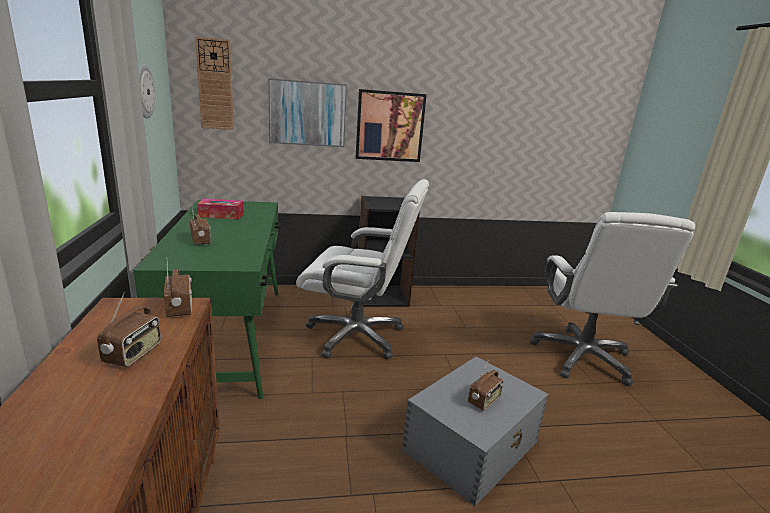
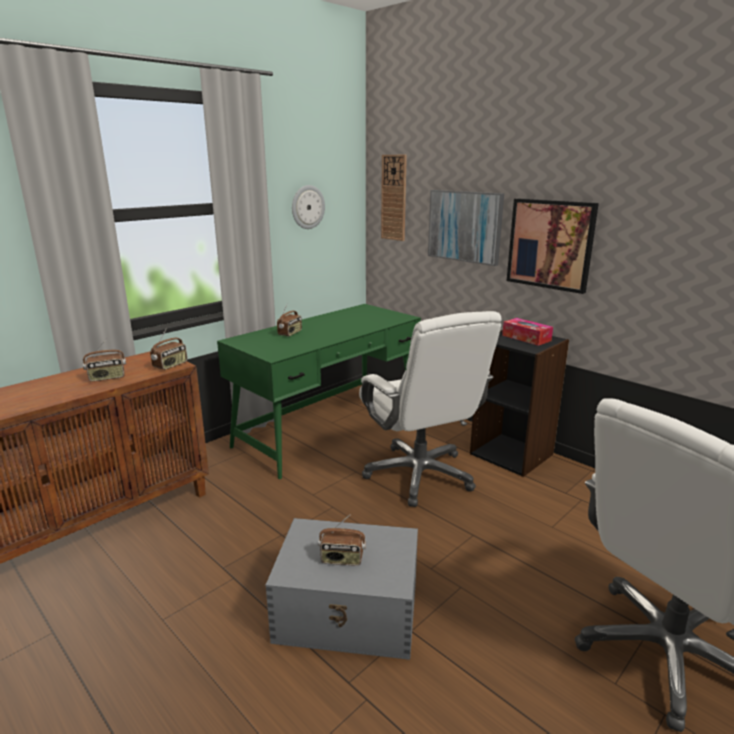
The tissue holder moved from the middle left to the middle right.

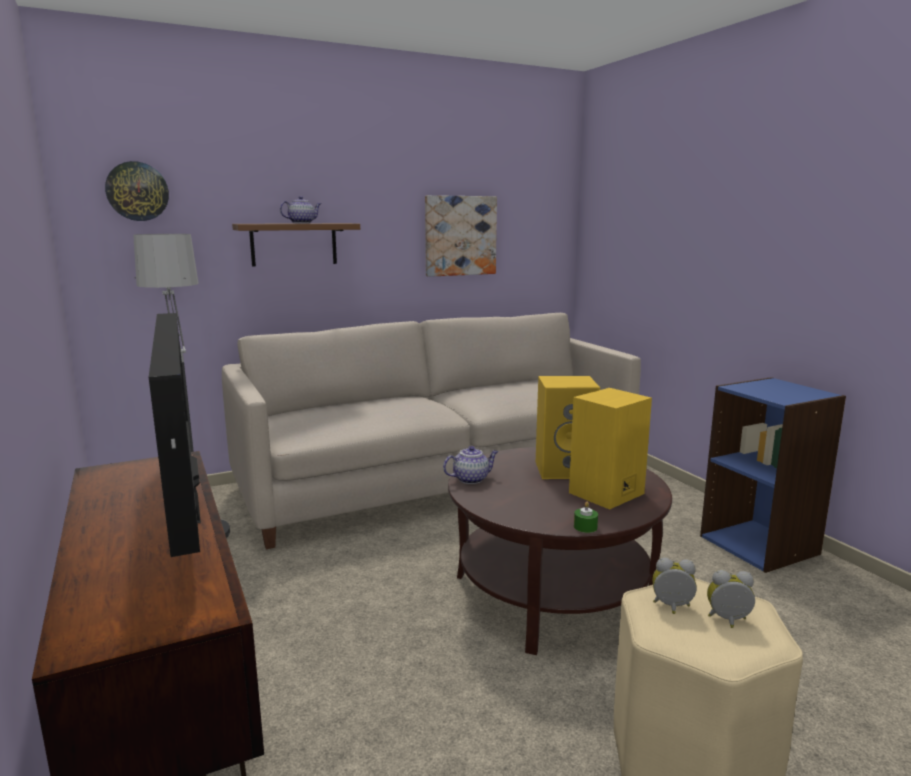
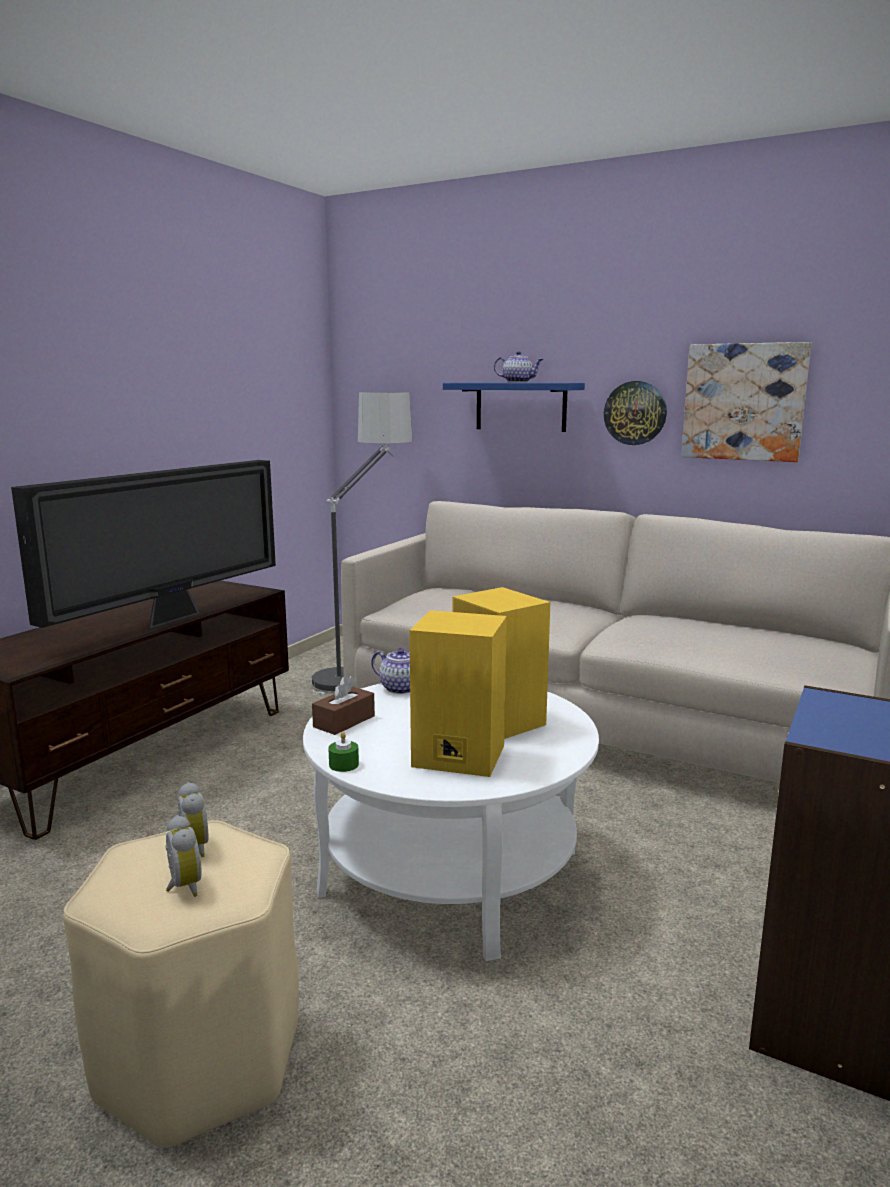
The clock on the wall moved from the top left to the middle right. The brown-coloured wall shelf at the top left became the blue-coloured wall shelf at the centre. The brown-coloured coffee table at the bottom centre became the whitish coffee table at the bottom centre. The brown-coloured tissue holder at the centre appeared.

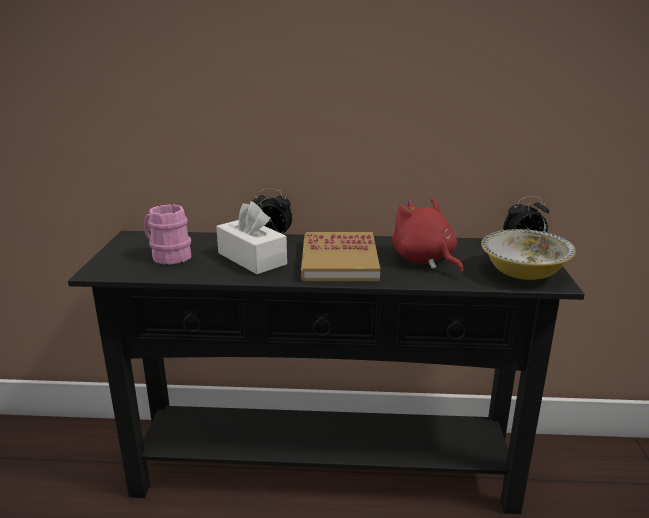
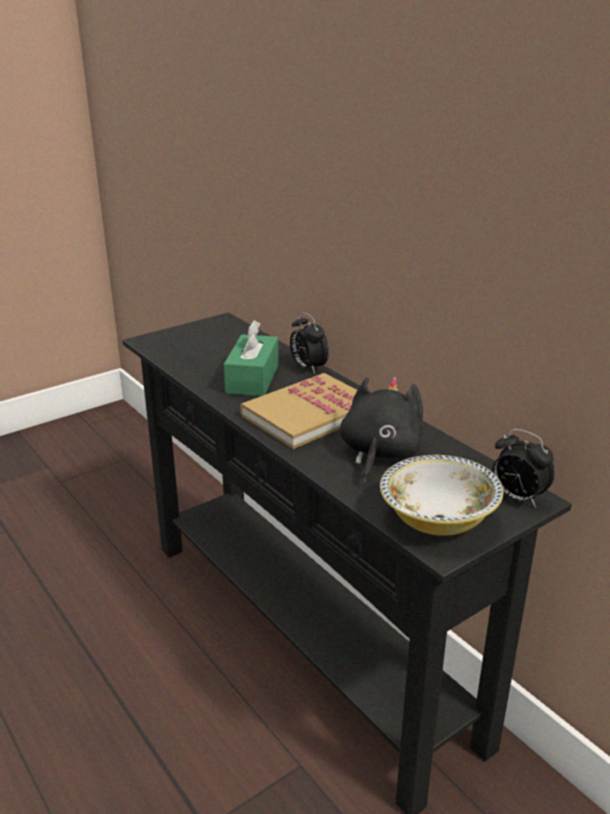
The reddish cuddly toy at the centre became the black cuddly toy at the centre. The whitish tissue holder at the centre became the green-coloured tissue holder at the centre. The pinkish tea mug at the middle left disappeared.

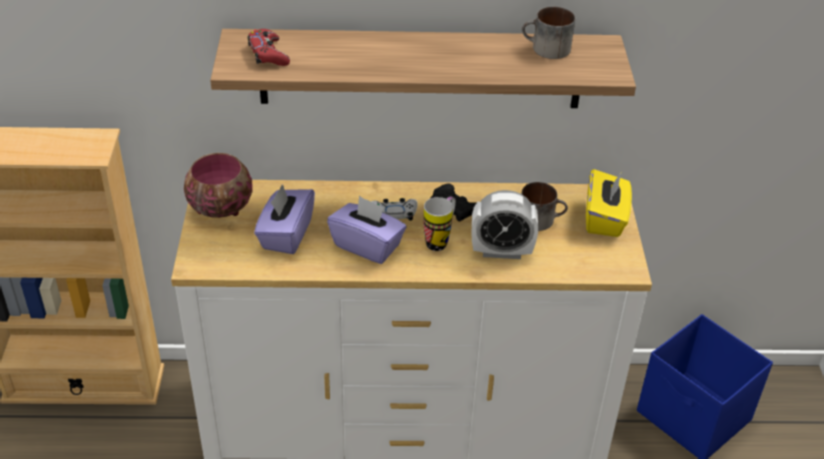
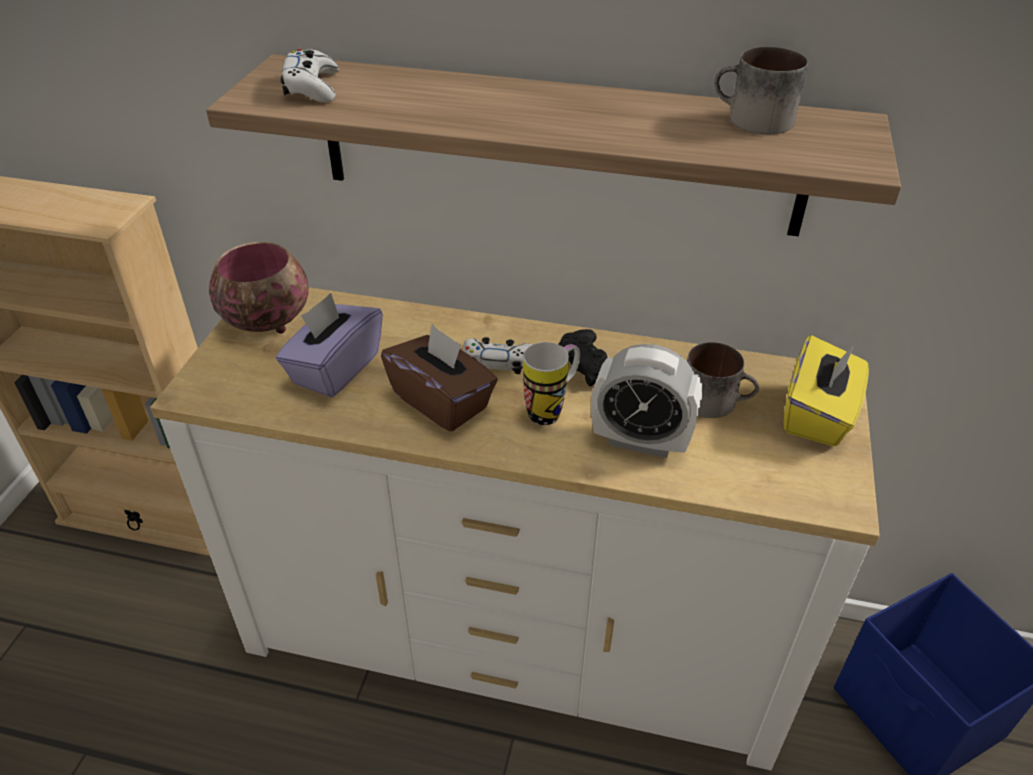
The reddish joypad at the top left became the whitish joypad (1st from left) at the top left. The purple-coloured tissue holder (2nd from left) at the centre became the brown-coloured tissue holder at the centre.

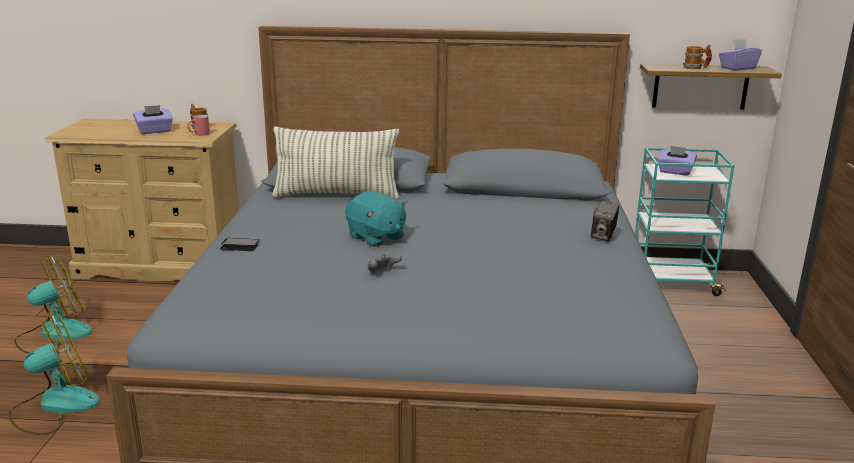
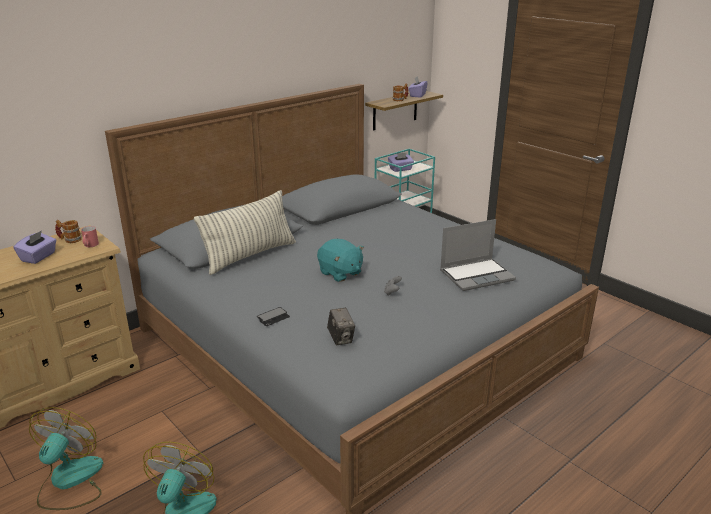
The turquoise cuddly toy at the centre turned 45 degrees clockwise. The still camera moved from the middle right to the centre. The notebook computer at the middle right appeared.

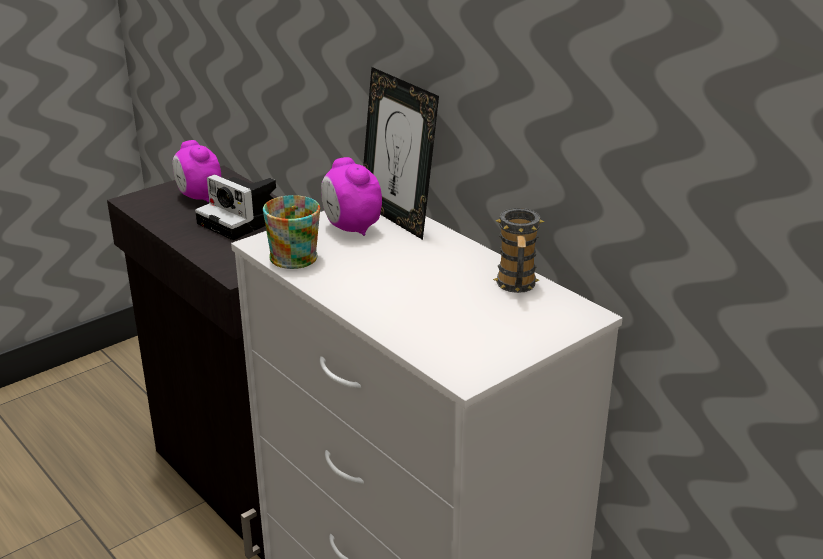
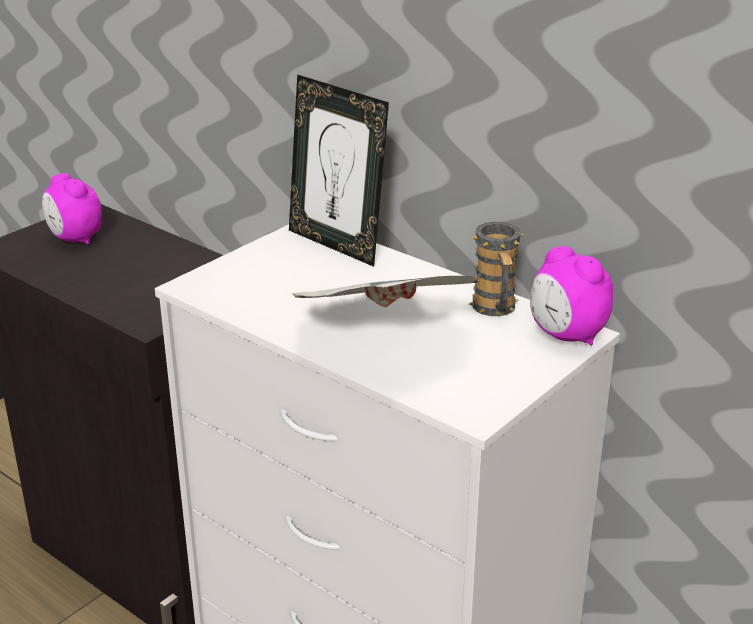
The alarm clock (2nd from left) moved from the centre to the middle right. The still camera at the middle left disappeared. The tea mug (1st from left) at the centre disappeared. The printed paper at the centre appeared.

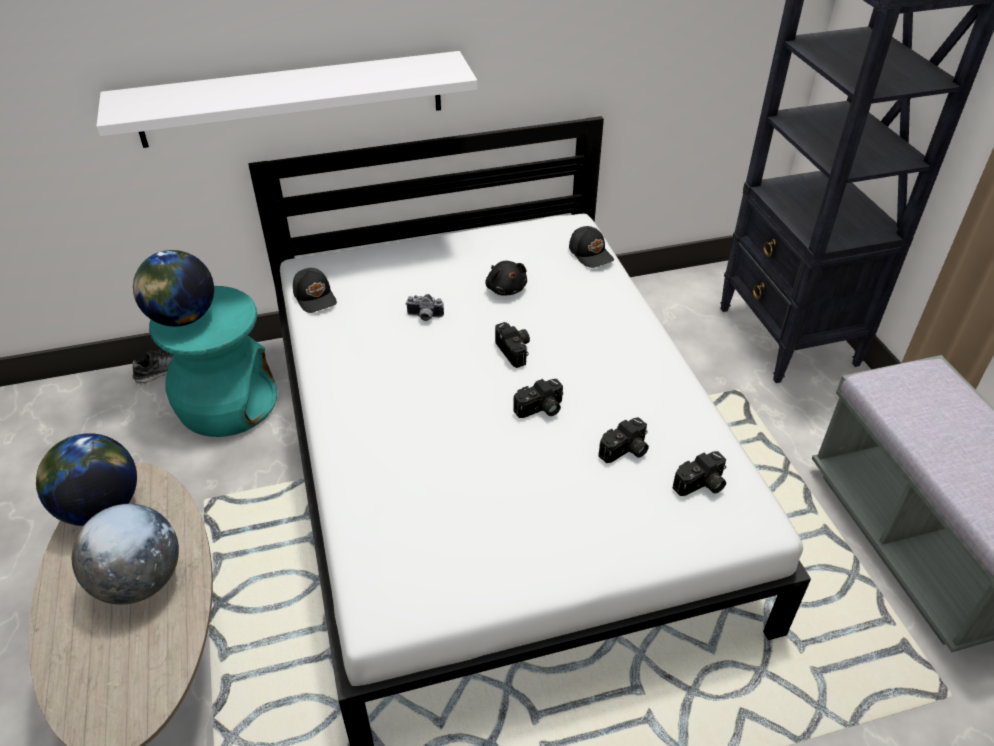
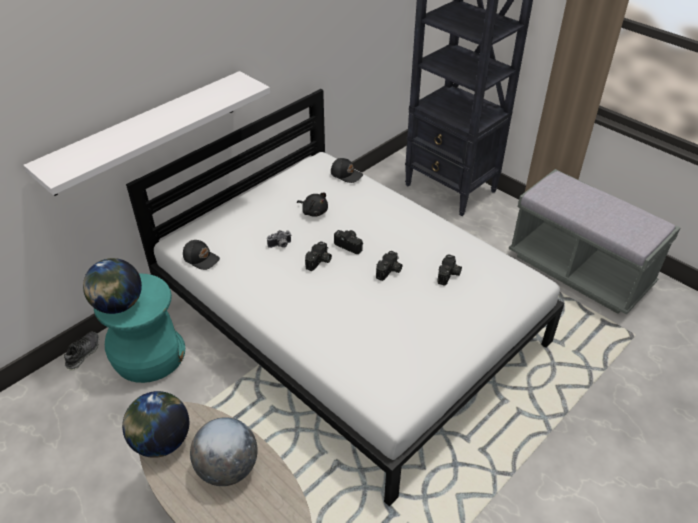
The still camera (5th from left in the first image) moved from the middle right to the centre.

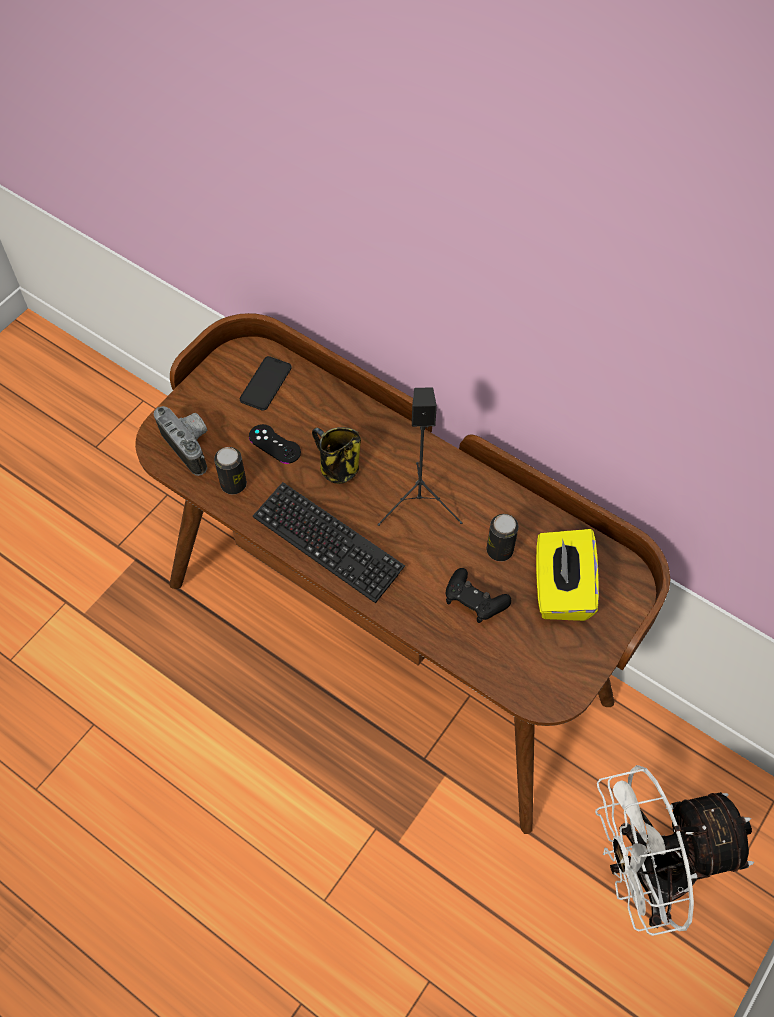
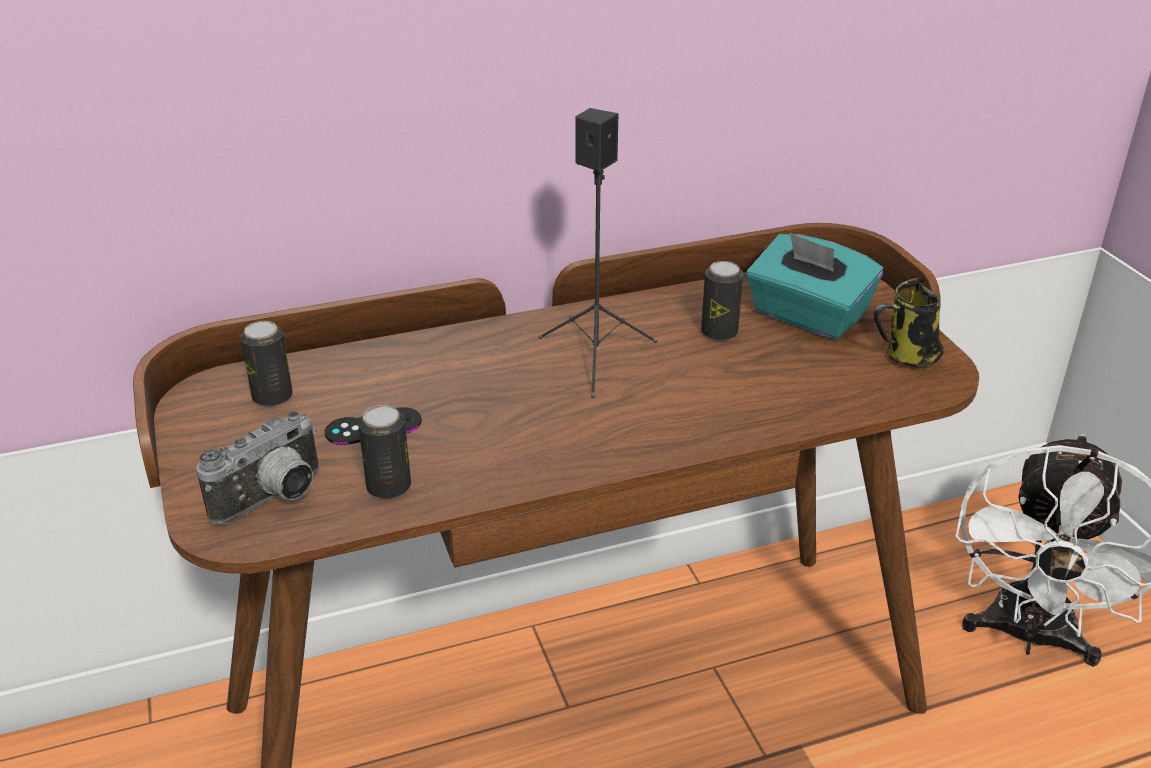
The phone at the centre was replaced by the metal can (1st from left) at the middle left. The still camera at the middle left turned 135 degrees clockwise. The tea mug moved from the centre to the middle right. The computer keyboard at the centre disappeared. The yellow-coloured tissue holder at the middle right became the turquoise tissue holder at the middle right. The black joypad (2nd from left) at the centre disappeared.

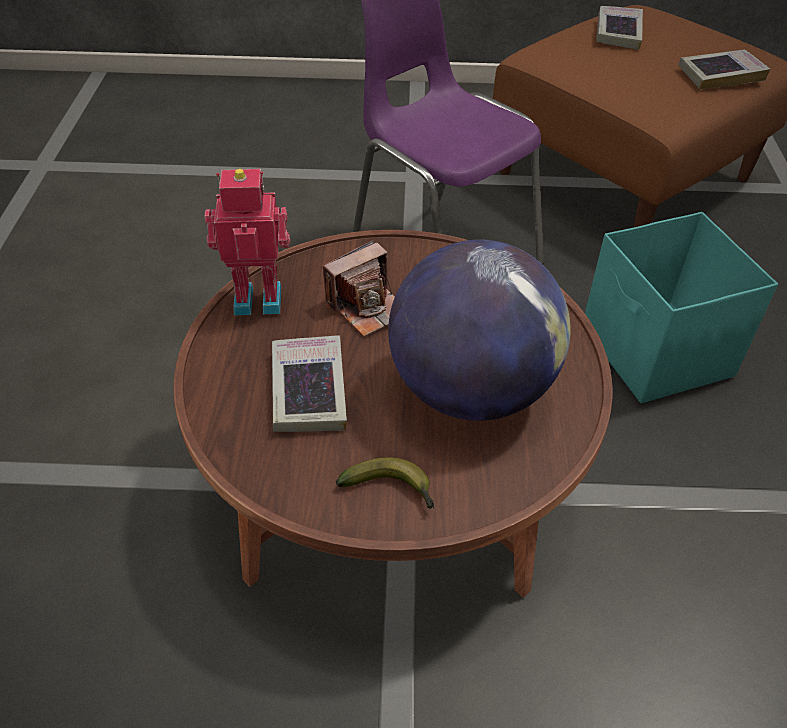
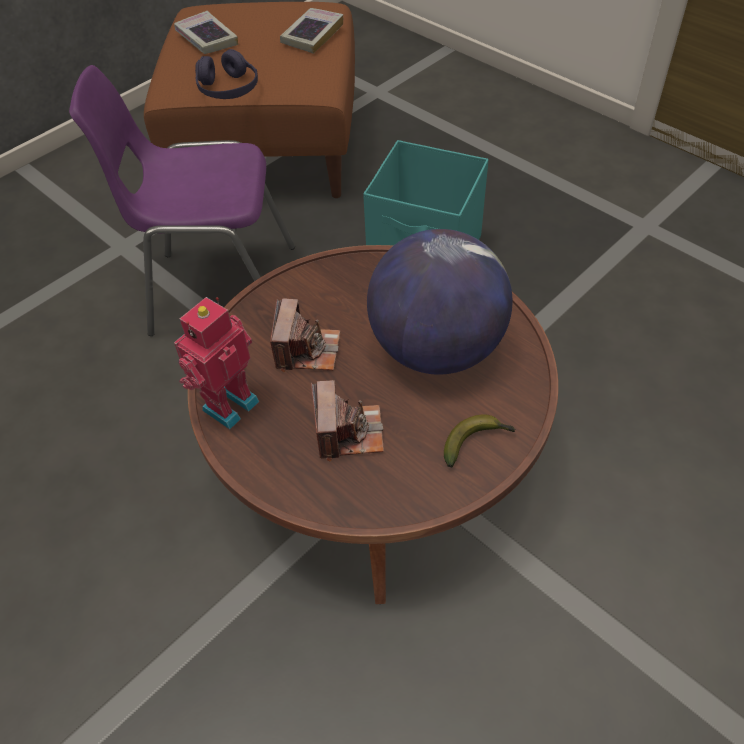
The bound book (1st from left) at the centre was replaced by the still camera (2nd from left) at the centre. The purple-coloured pair of headphones at the top left appeared.

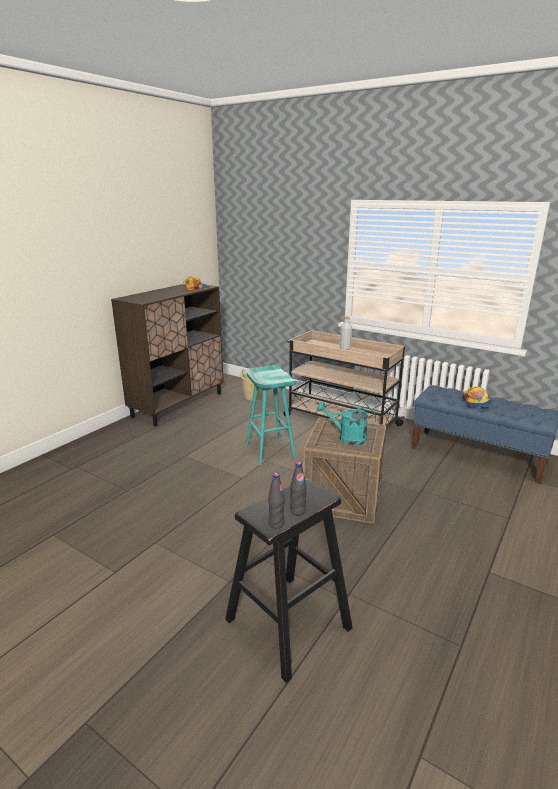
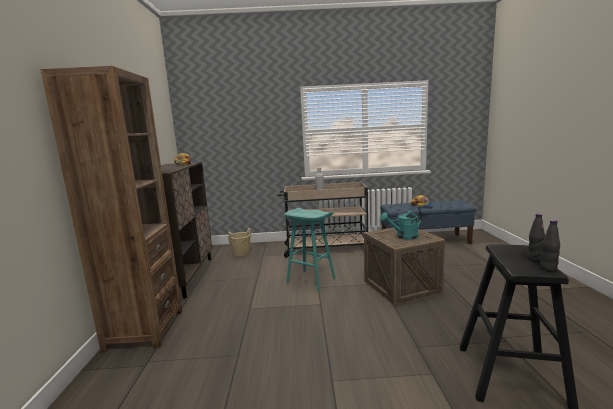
The brown-coloured bookcase at the middle left appeared.

